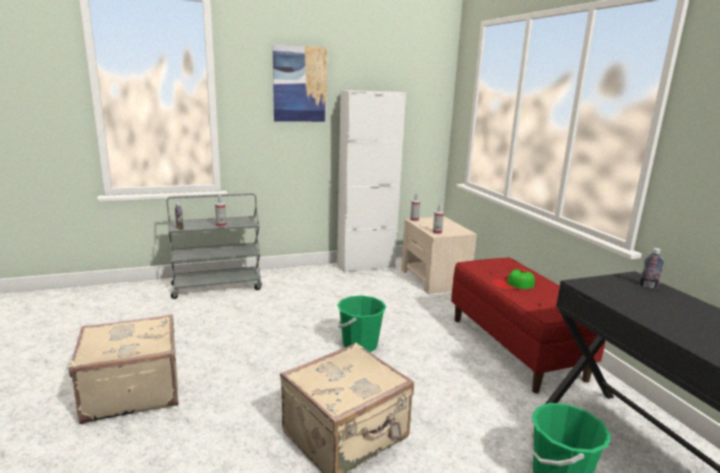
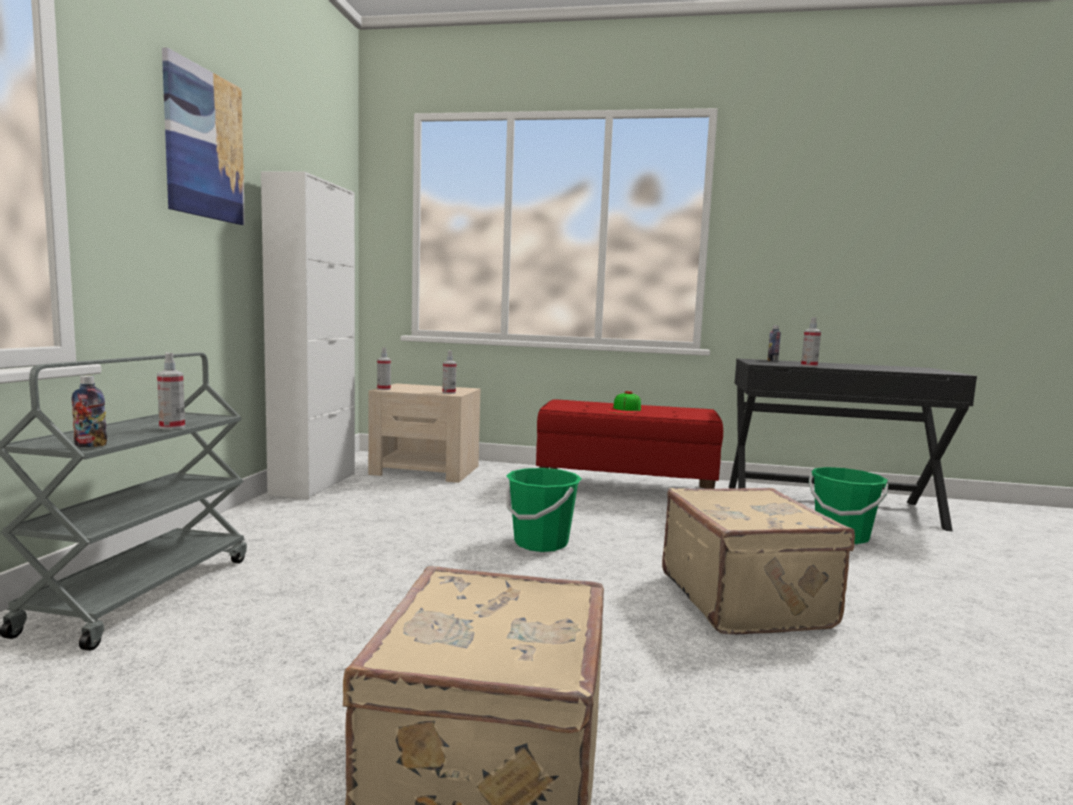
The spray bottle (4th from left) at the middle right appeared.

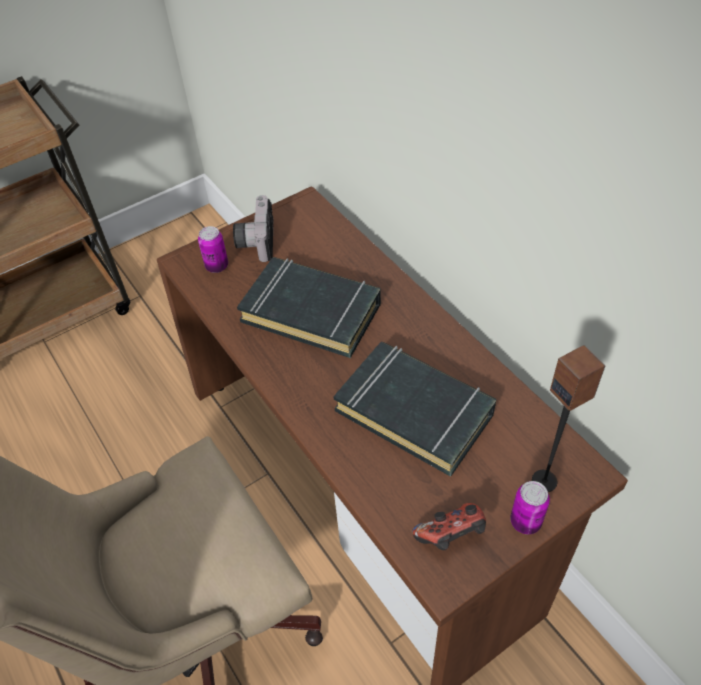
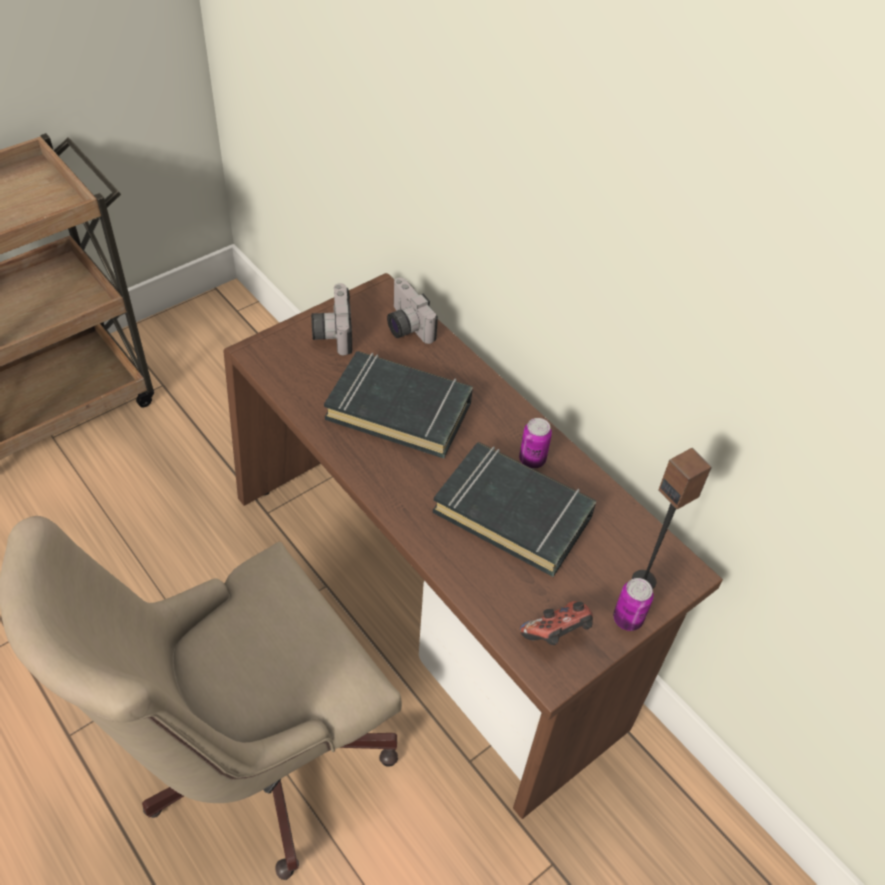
The metal can (1st from left) moved from the middle left to the centre. The still camera (2nd from left) at the centre appeared.

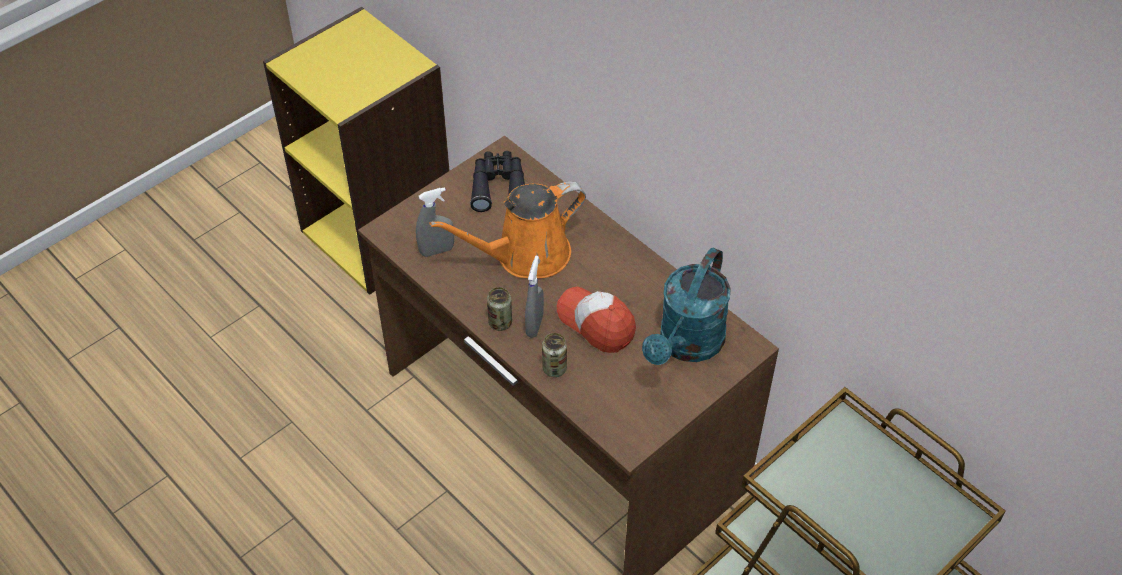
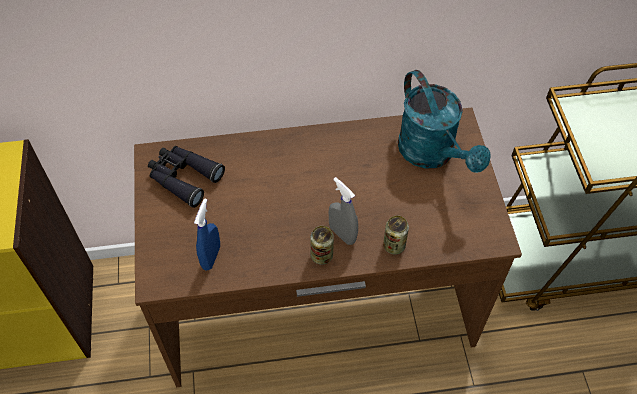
The orange-coloured watering pot at the centre disappeared. The grey spray bottle (1st from left) at the centre became the blue-coloured spray bottle at the middle left. The cap at the centre disappeared.

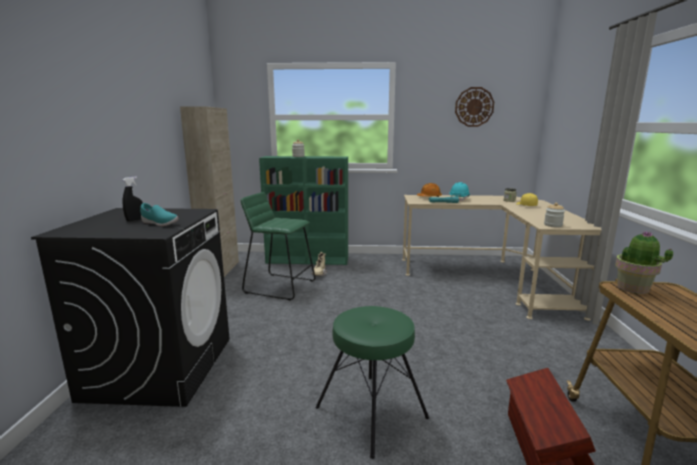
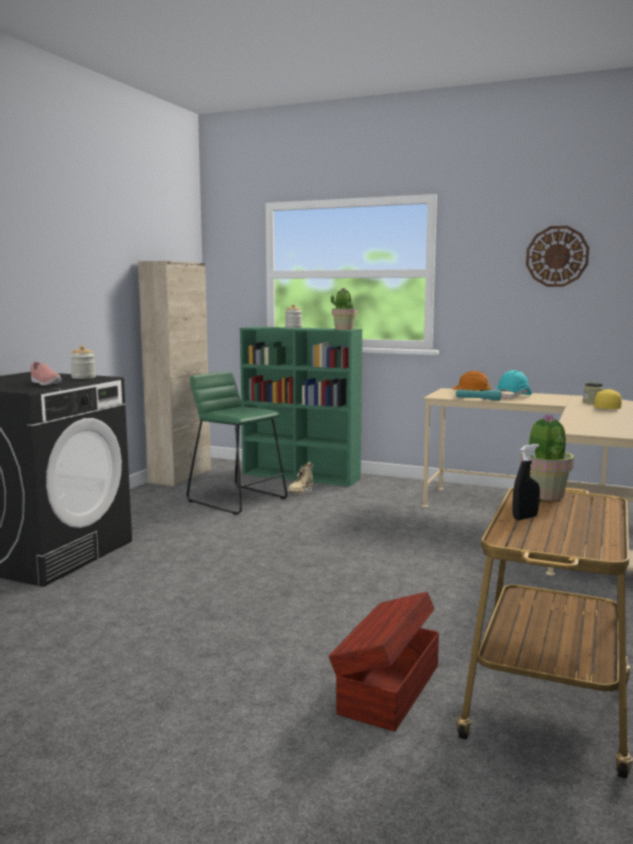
The black spray bottle moved from the middle left to the middle right. The turquoise low shoe at the middle left became the pinkish low shoe at the middle left. The preserve jar (3rd from left in the first image) moved from the middle right to the middle left. The green-coloured sitting stool (2nd from left) at the bottom centre disappeared. The houseplant (1st from left) at the centre appeared.

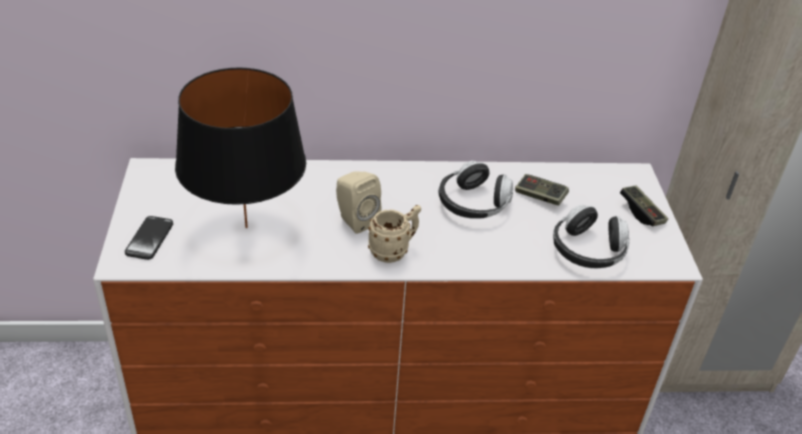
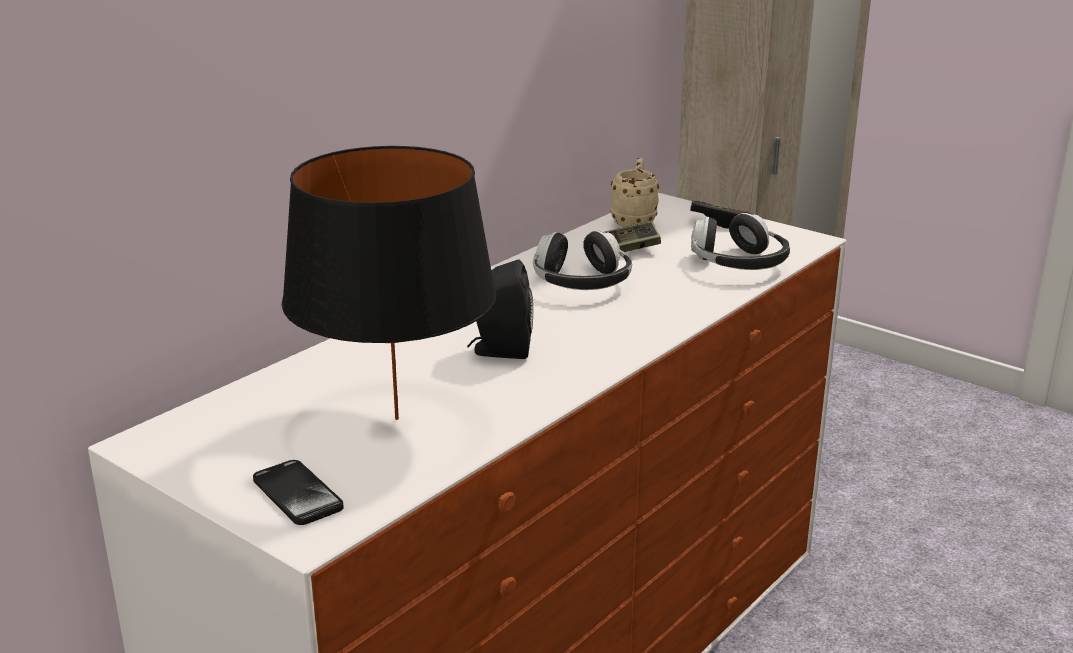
The beige loudspeaker at the centre became the black loudspeaker at the centre. The beige tea mug moved from the centre to the top centre.

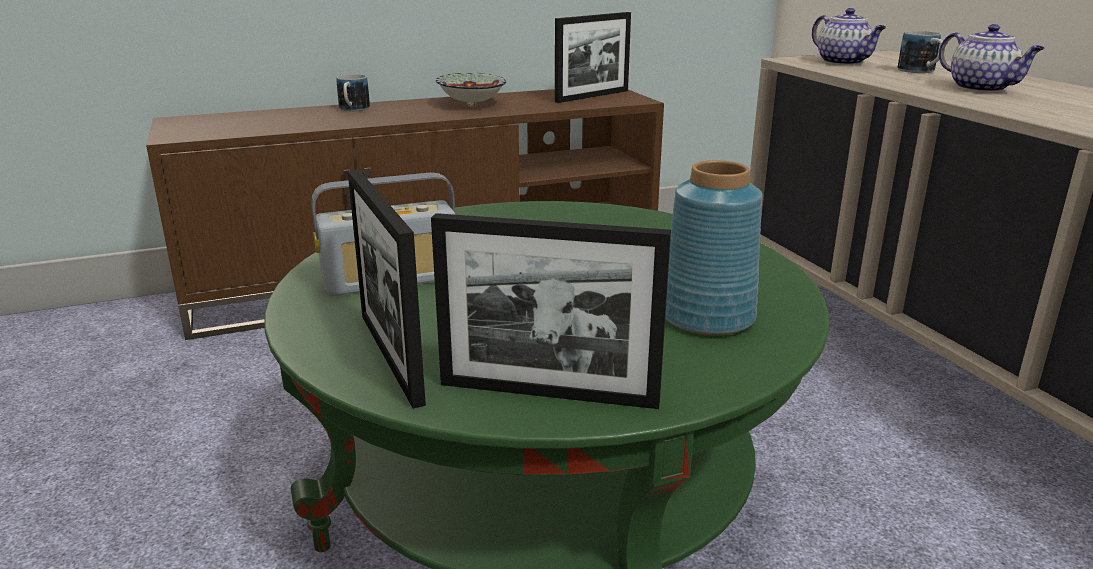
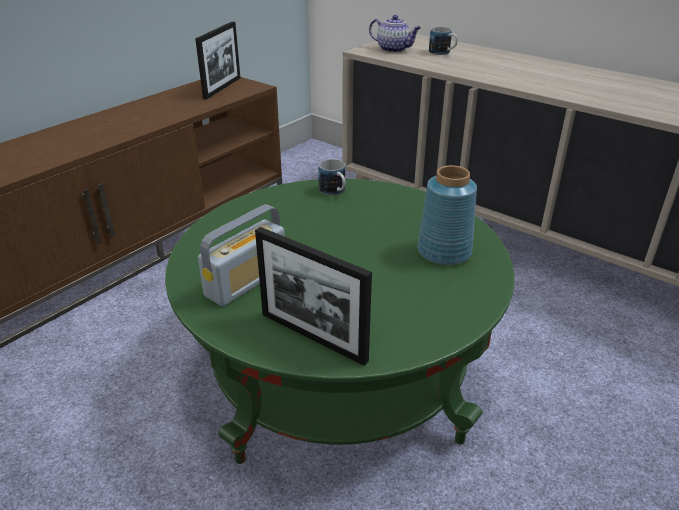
The teapot (2nd from left) at the top right disappeared. The serving bowl at the top centre disappeared. The tea mug (1st from left) moved from the top left to the centre. The standing frame (2nd from left) at the centre disappeared.

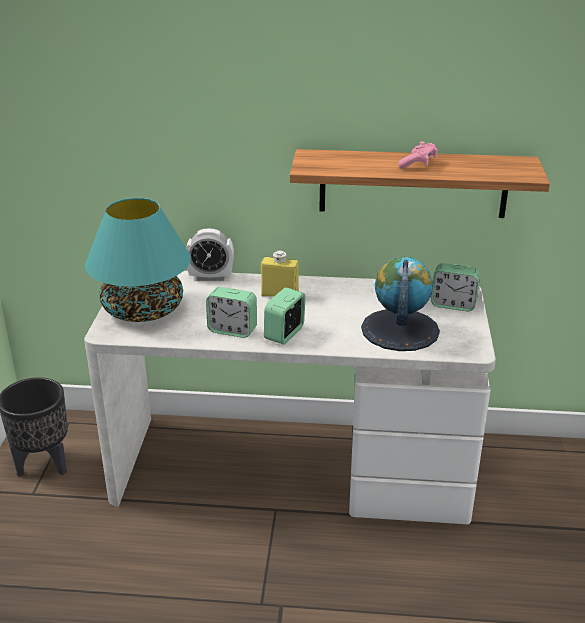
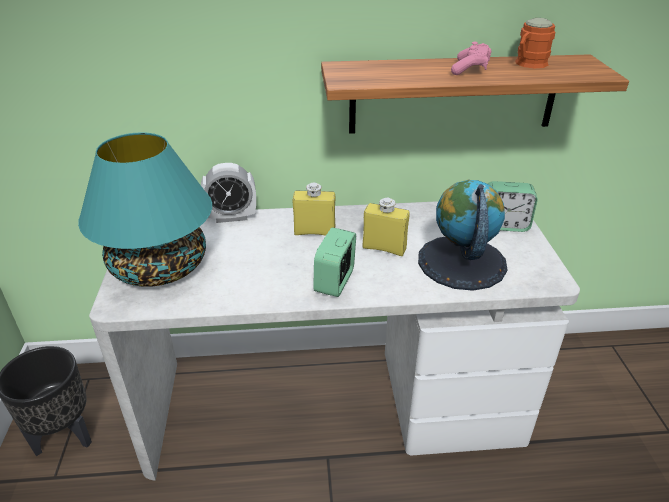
The alarm clock (2nd from left) at the centre disappeared. The orange-coloured tea mug at the top right appeared. The yellow-coloured drink bottle (2nd from left) at the centre appeared.

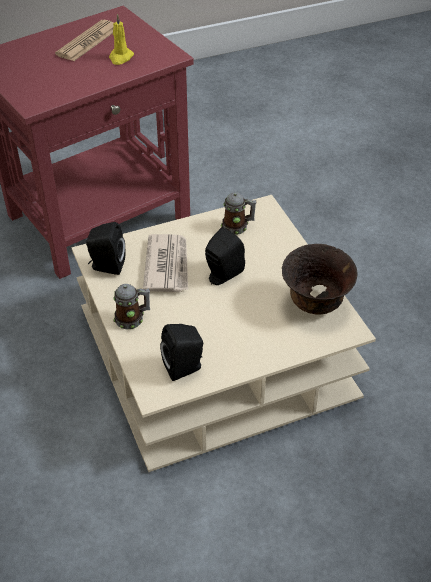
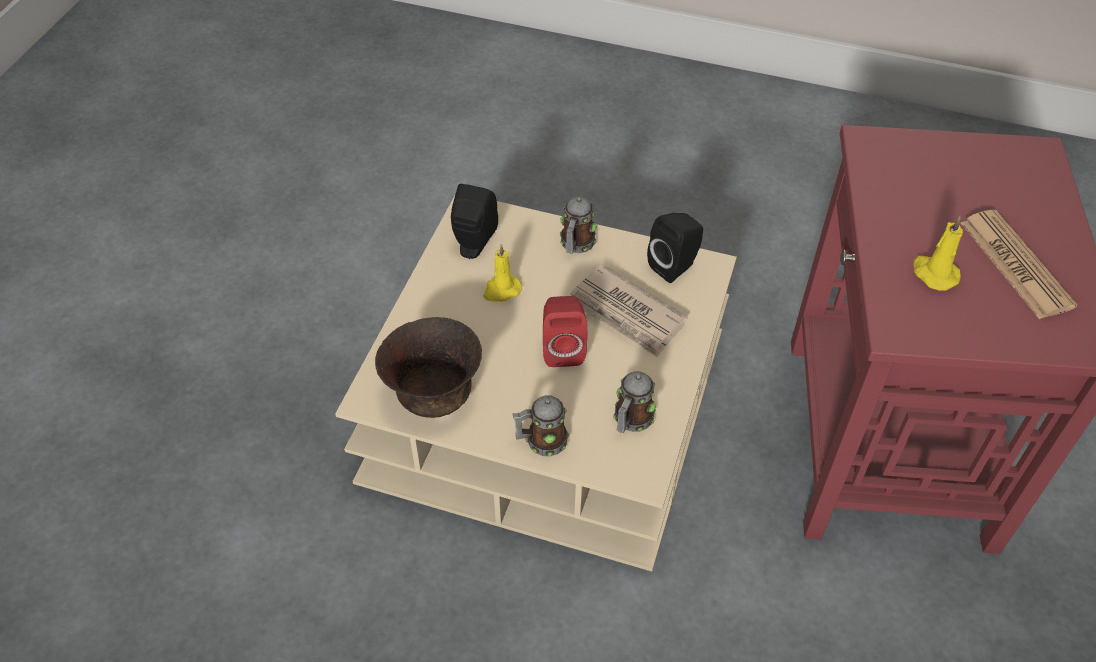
The black loudspeaker (3rd from left) at the centre became the reddish loudspeaker at the centre. The yellow-coloured wax candle (1st from left) at the centre appeared. The tea mug (1st from left) at the centre appeared.

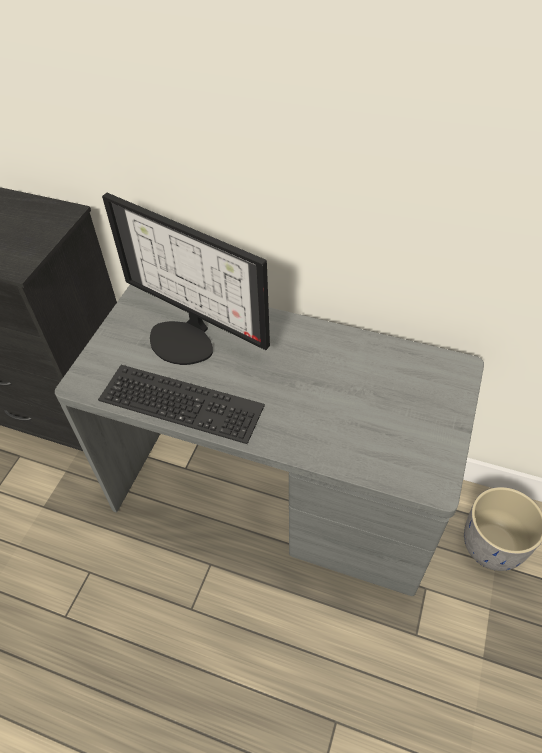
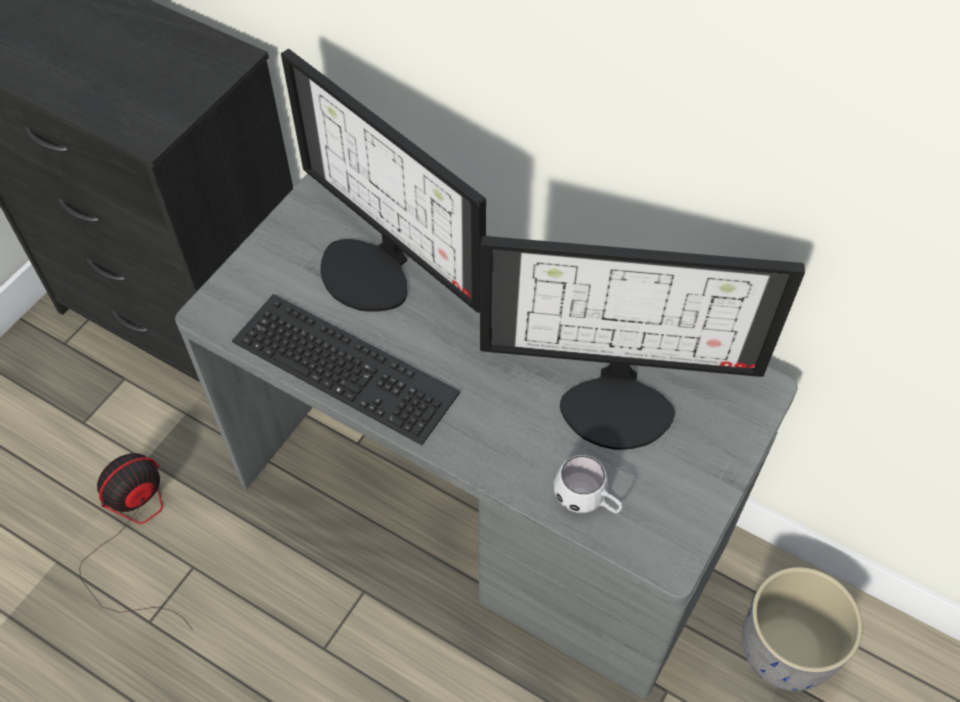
The computer screen (2nd from left) at the middle right appeared. The electric fan at the bottom left appeared. The whitish tea mug at the bottom centre appeared.

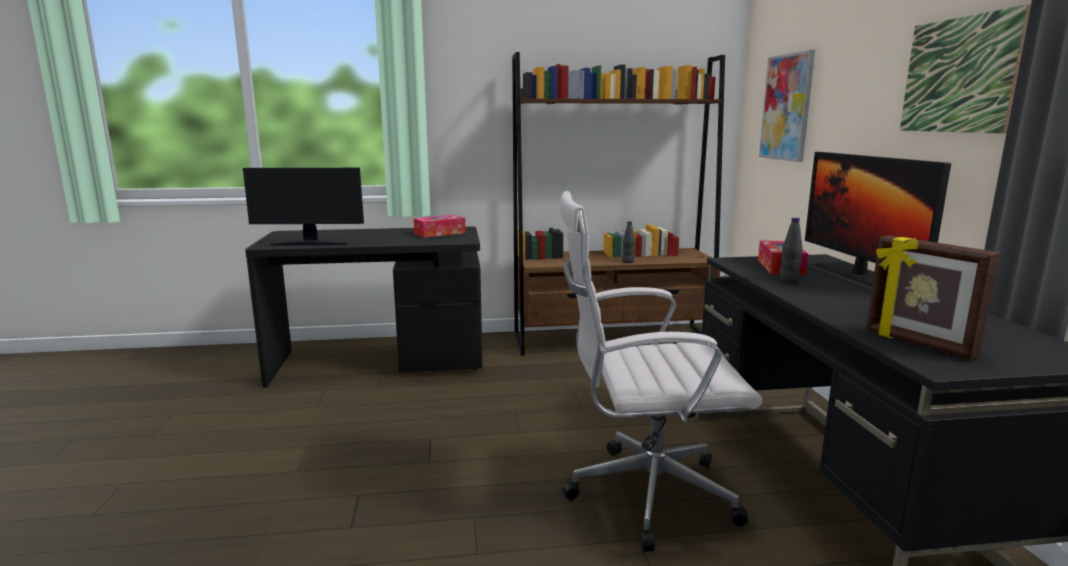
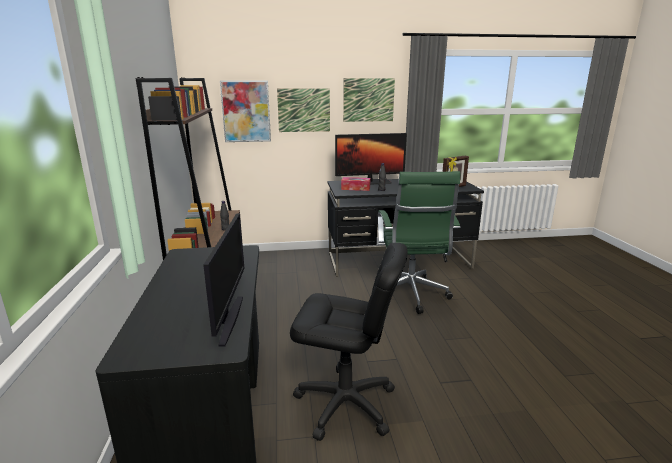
The whitish office chair at the centre became the green-coloured office chair at the centre. The tissue holder (1st from left) at the centre disappeared. The wall picture (2nd from left) at the top centre appeared. The black office chair at the bottom centre appeared.

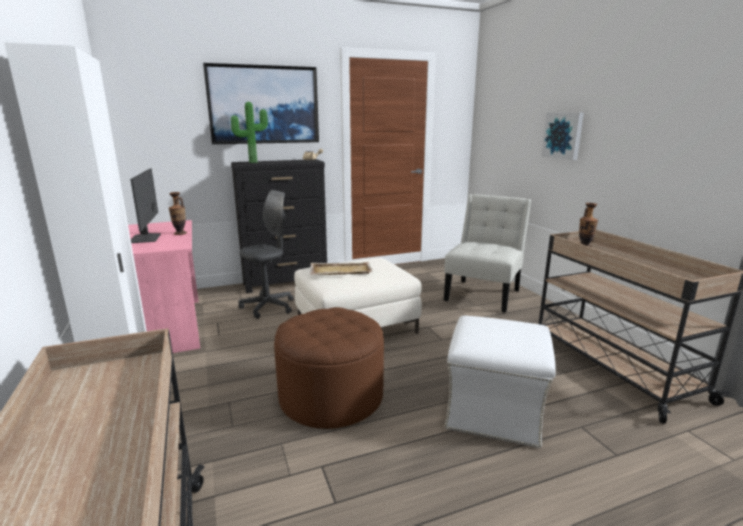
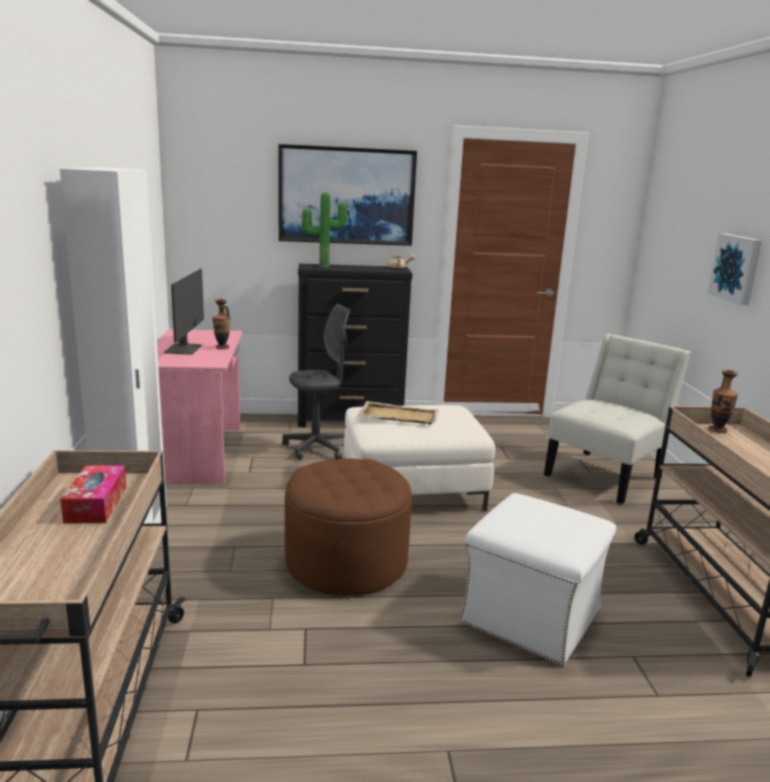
The tissue holder at the middle left appeared.

